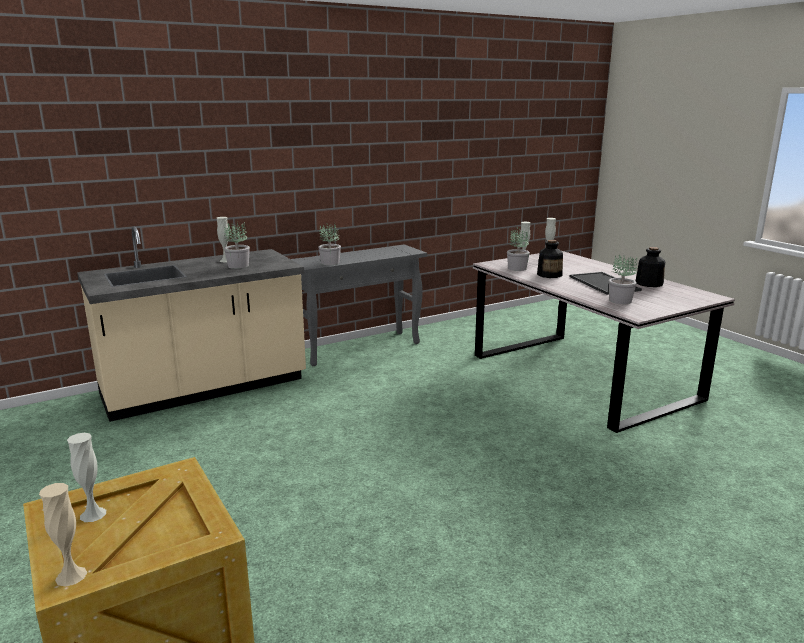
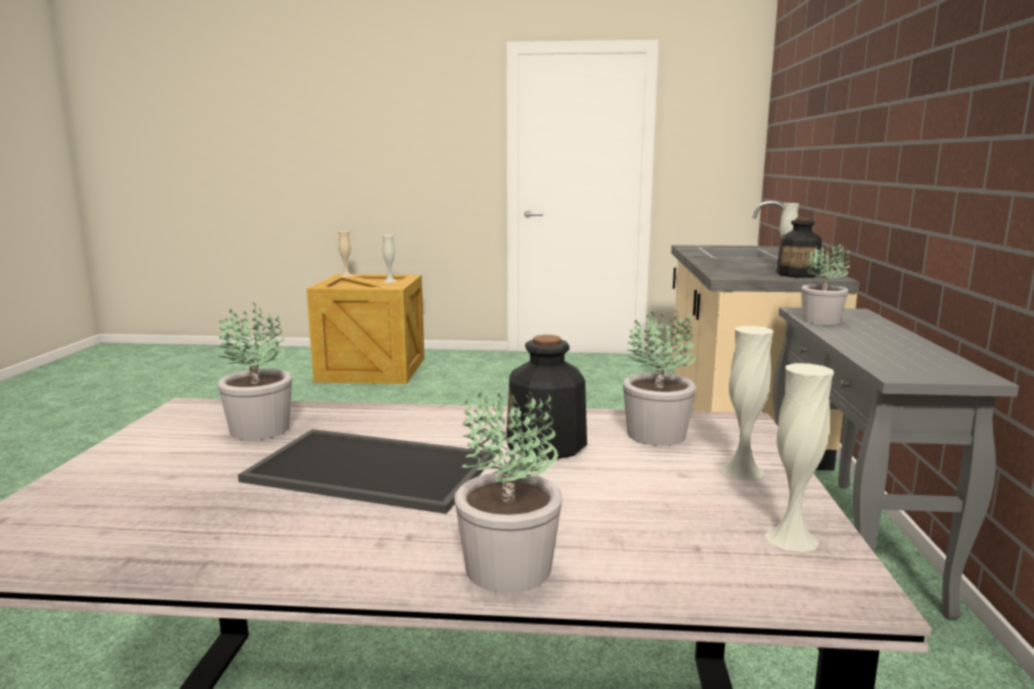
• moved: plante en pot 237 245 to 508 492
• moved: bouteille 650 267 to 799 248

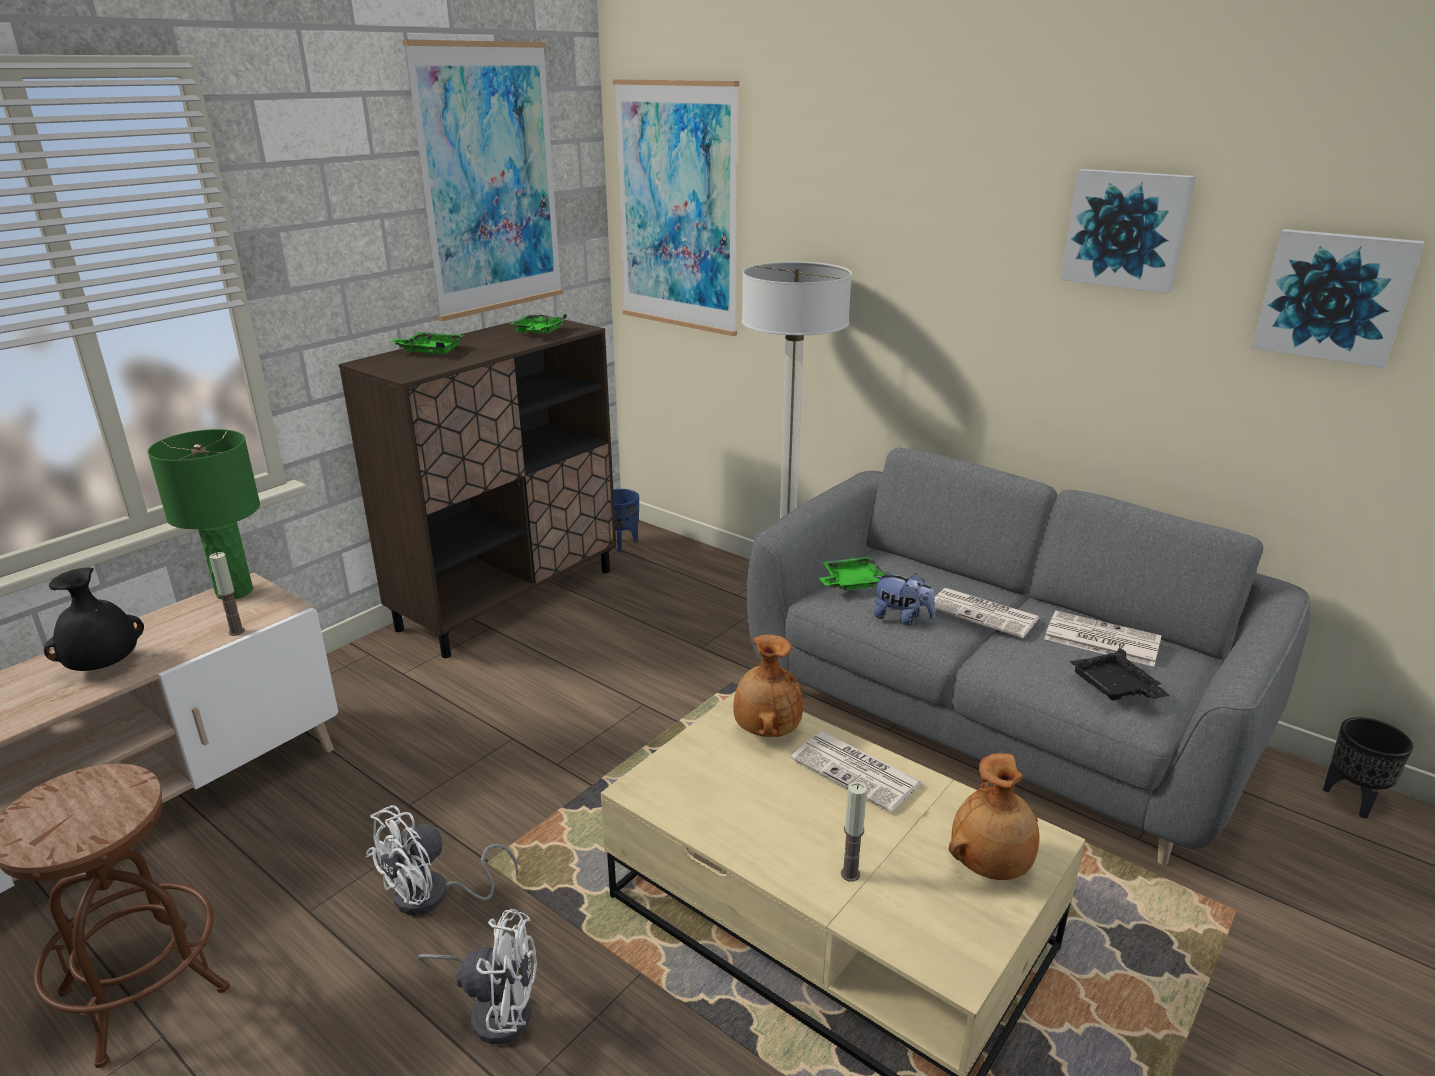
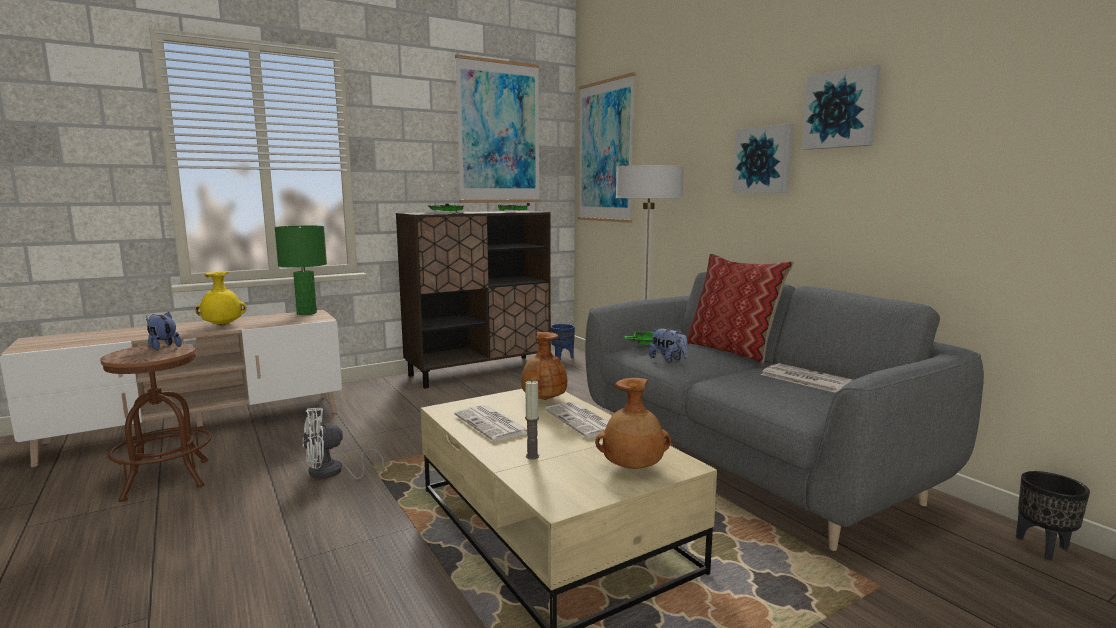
• moved: tableau 1338 298 to 762 158
• removed: bougie 227 594
• recoloured: vase [noir] 94 619 to vase [jaune] 221 299
• moved: journal 987 613 to 490 423
• removed: plateau [noir] 1119 673
• removed: ventilateur [blanc] 477 976
• added: coussin 740 309
• added: peluche 164 331

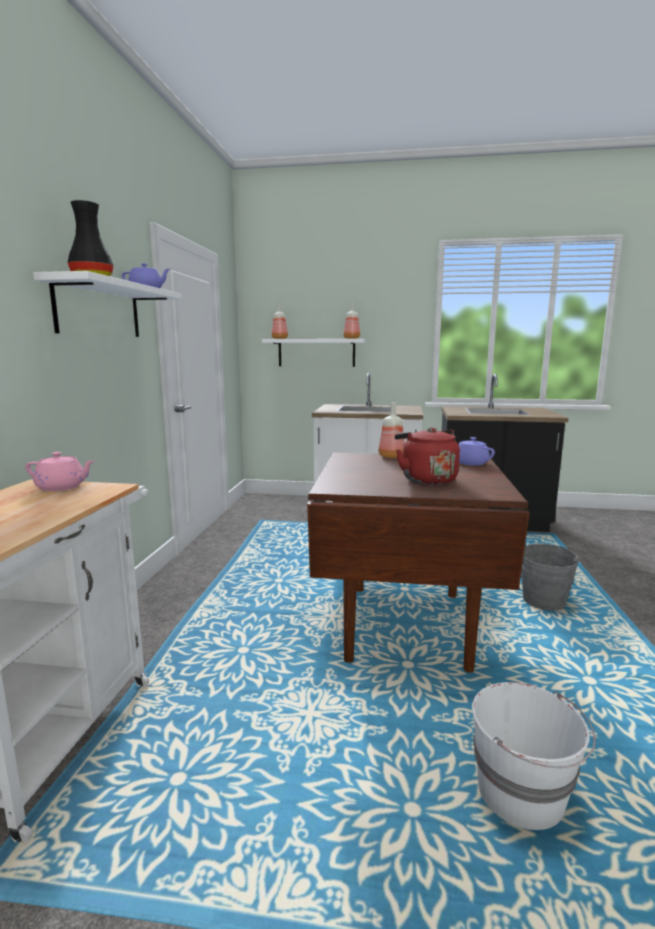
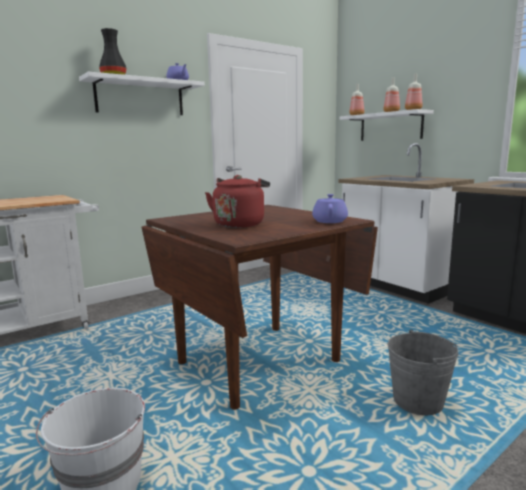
• moved: bouteille 392 430 to 391 94
• removed: théière [rose] 59 471

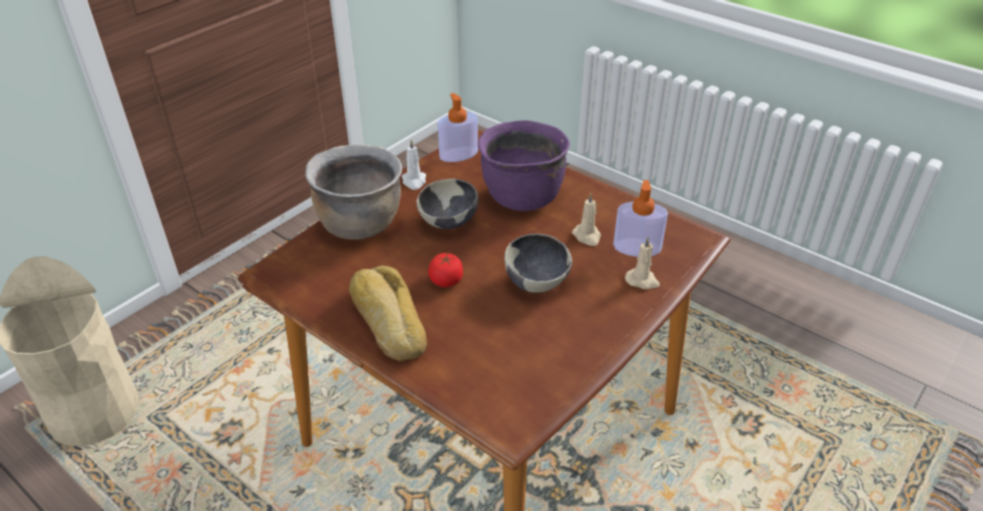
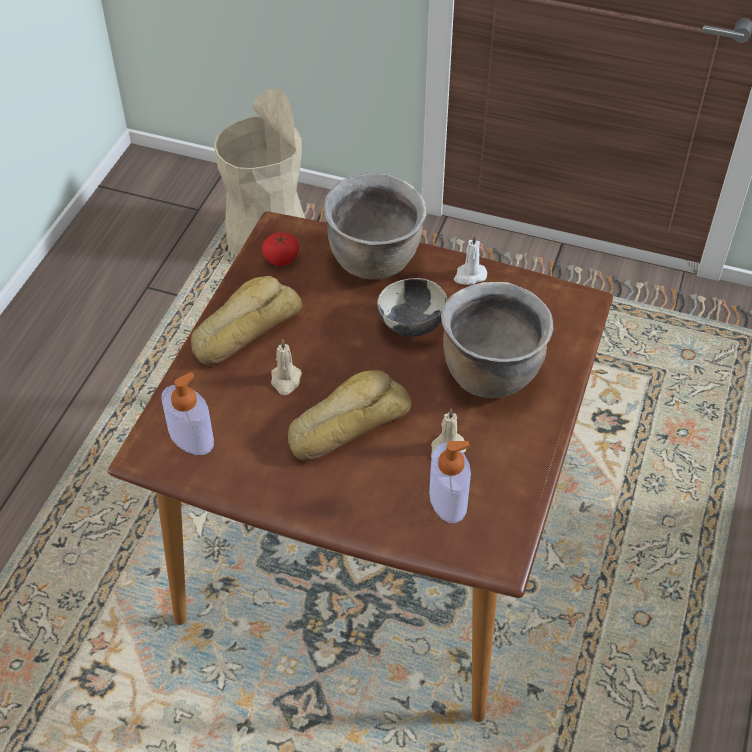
• moved: distributeur de savon 458 127 to 188 413
• recoloured: marmite [violet] 524 165 to marmite [marron] 497 340
• replaced: bol 538 263 to pain 350 415
• moved: bougie [beige] 642 262 to 286 367
• moved: tomate 445 270 to 280 249

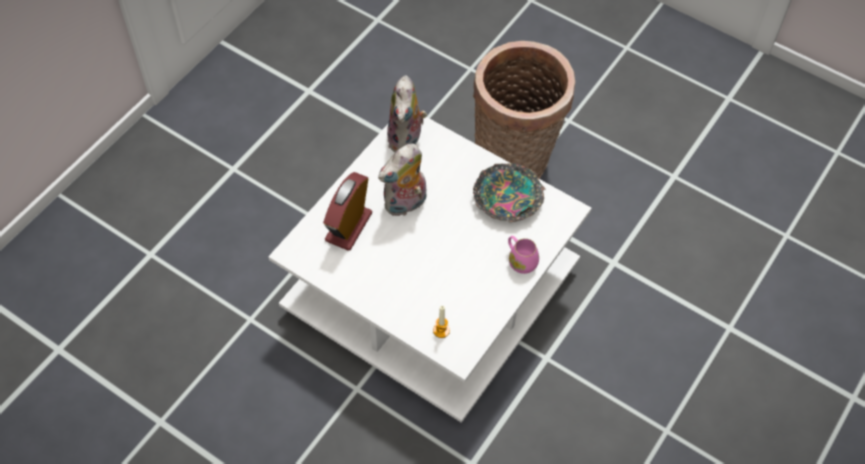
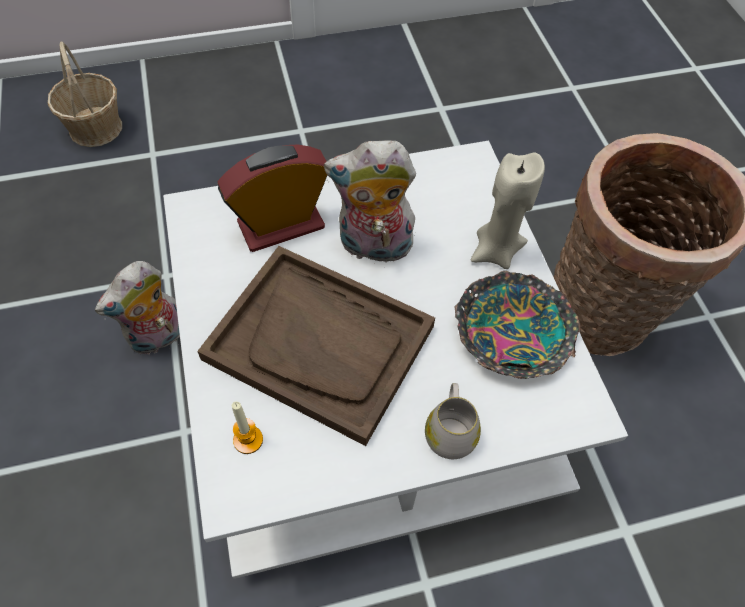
• moved: peluche 407 113 to 137 307
• recoloured: mug [rose] 523 255 to mug [blanc] 453 421
• added: panier 85 94
• added: bougie [beige] 508 211
• added: plateau [marron] 316 346

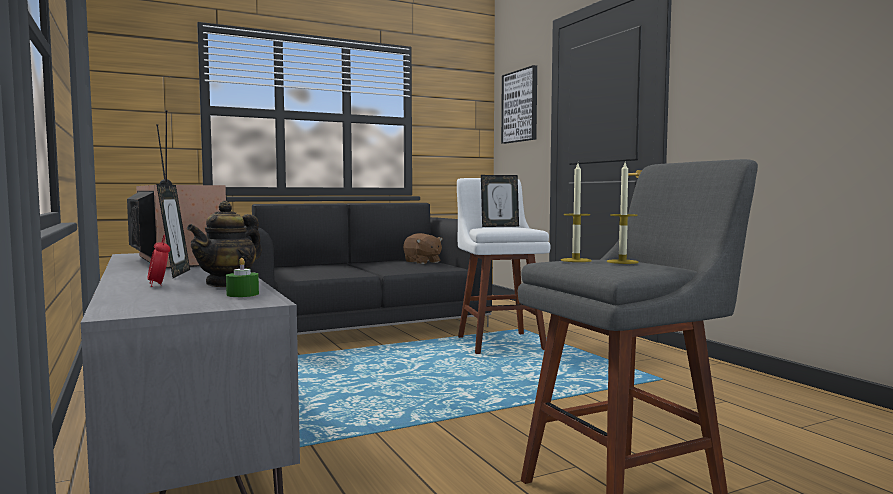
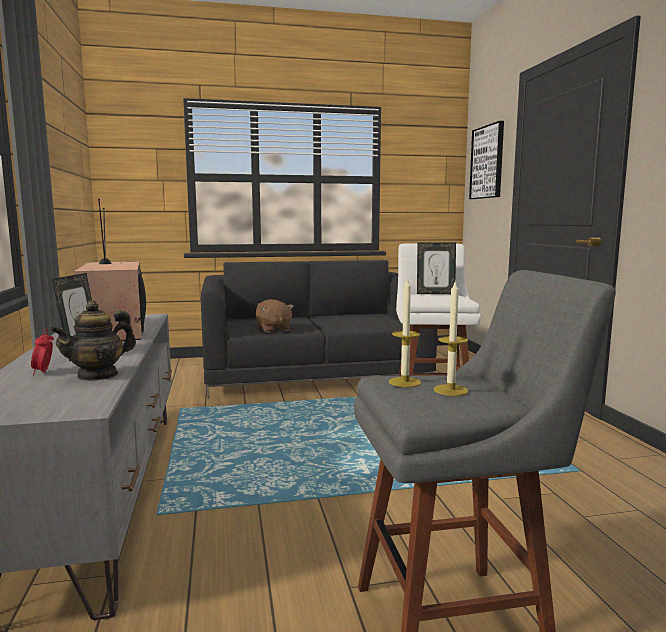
• moved: peluche [marron] 423 248 to 275 316
• removed: bougie [vert] 242 277

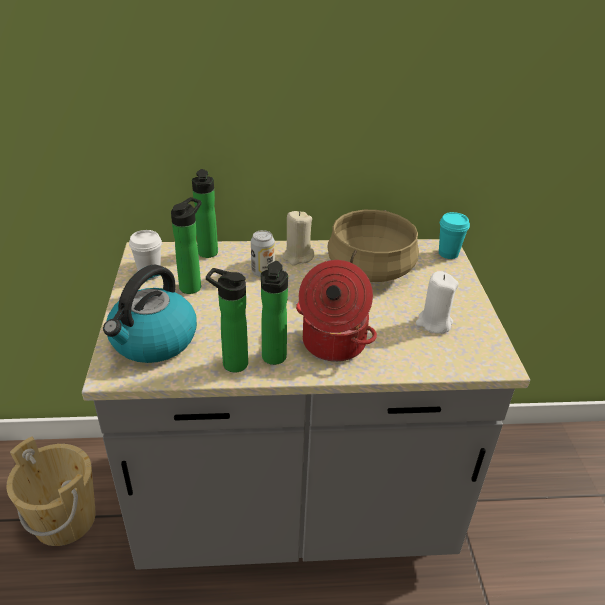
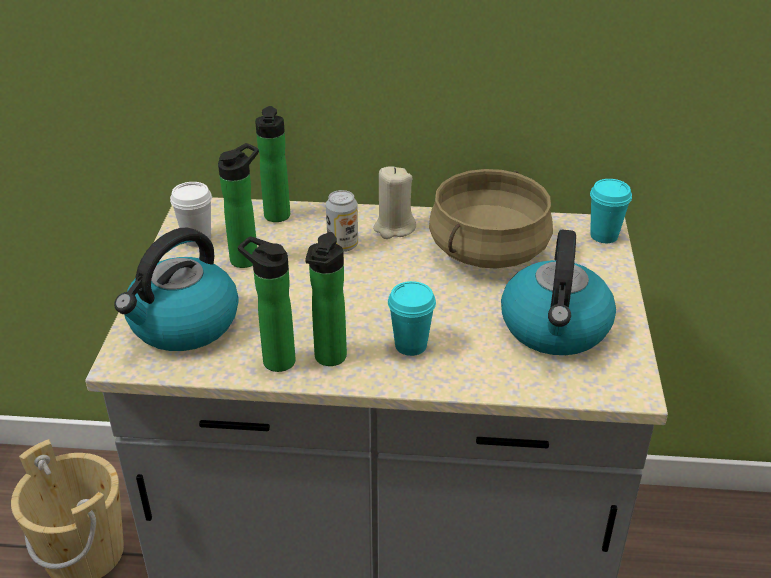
• replaced: marmite 336 311 to tasse [turquoise] 412 318
• replaced: bougie [blanc] 437 302 to bouilloire 558 292

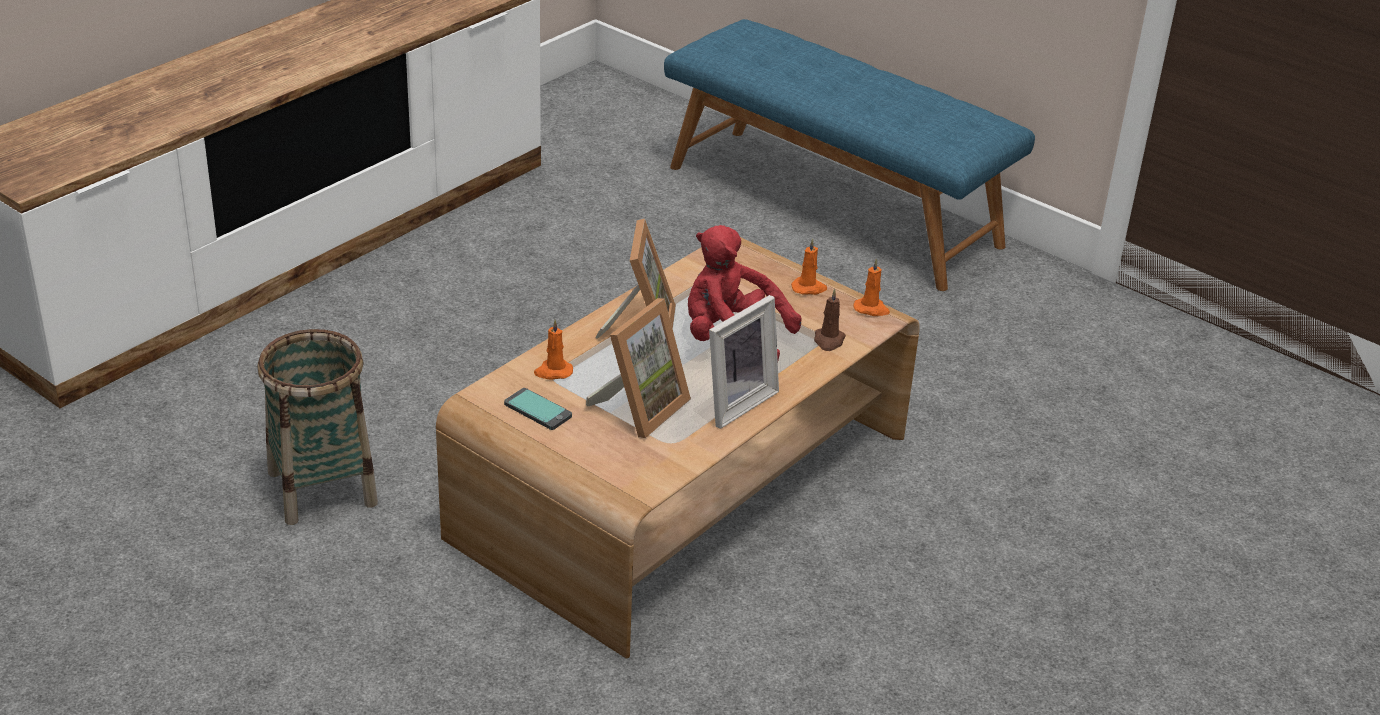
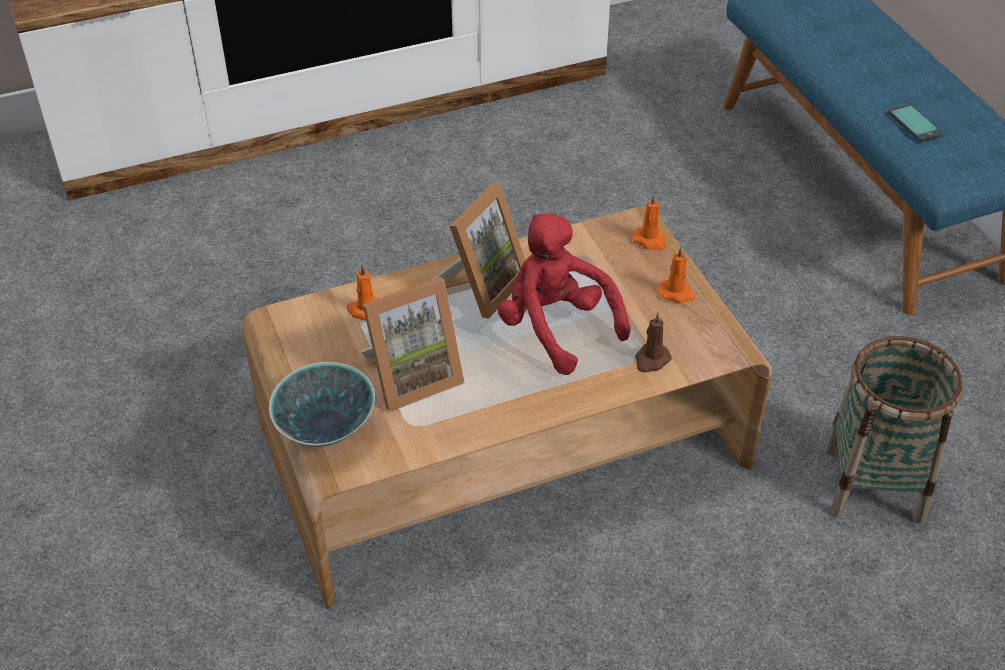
• moved: bougie [orange] 871 287 to 649 222
• removed: cadre photo 744 362
• moved: panier 318 427 to 893 430
• moved: téléphone 538 409 to 915 123
• added: bol 322 404

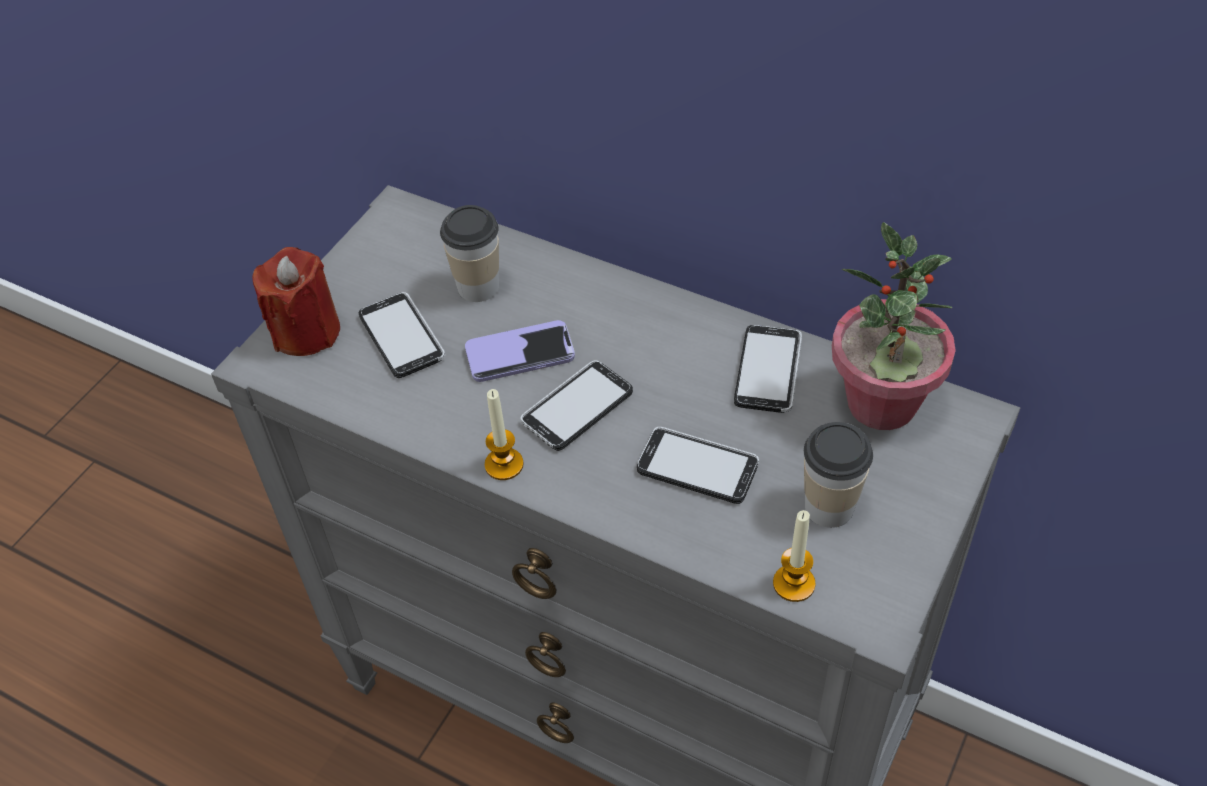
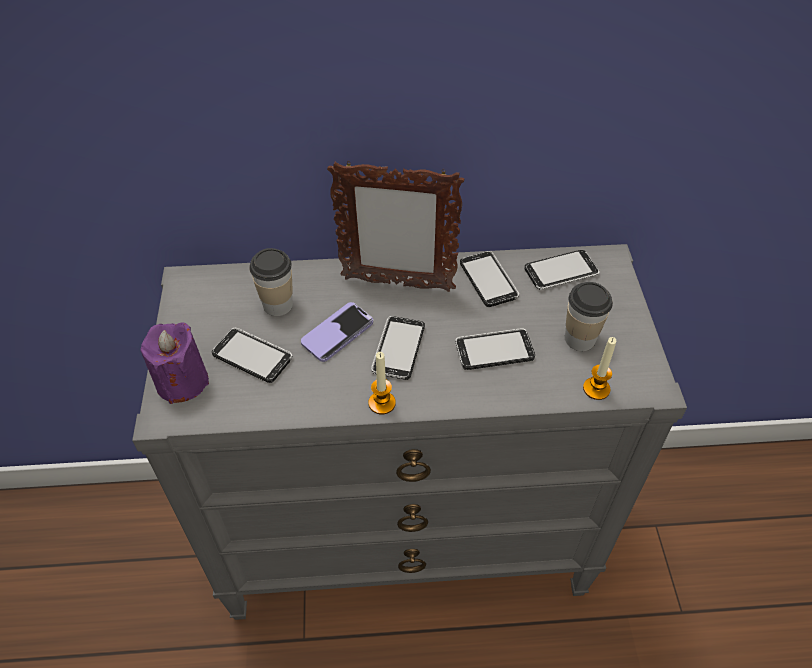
• replaced: plante en pot 894 326 to téléphone 562 270
• recoloured: bougie [rouge] 296 301 to bougie [violet] 174 363
• added: cadre photo 395 227

